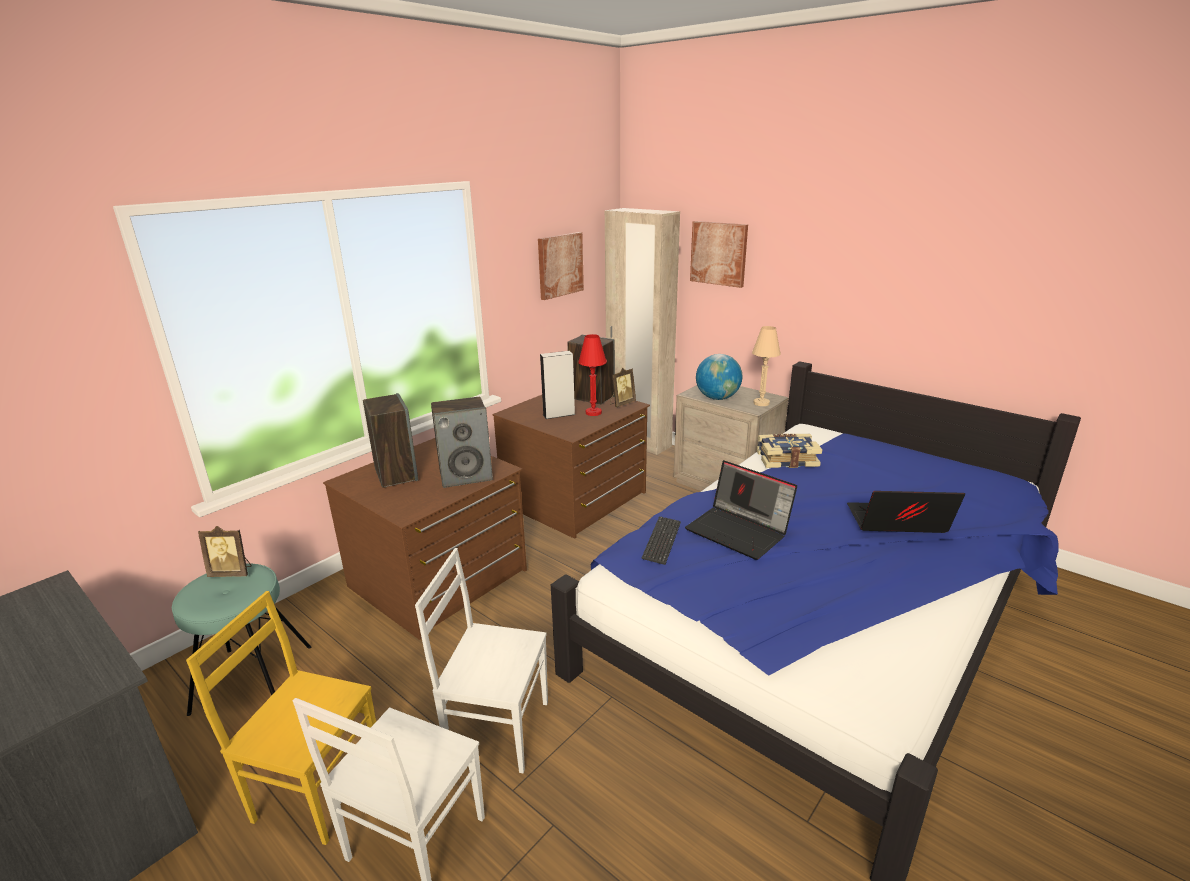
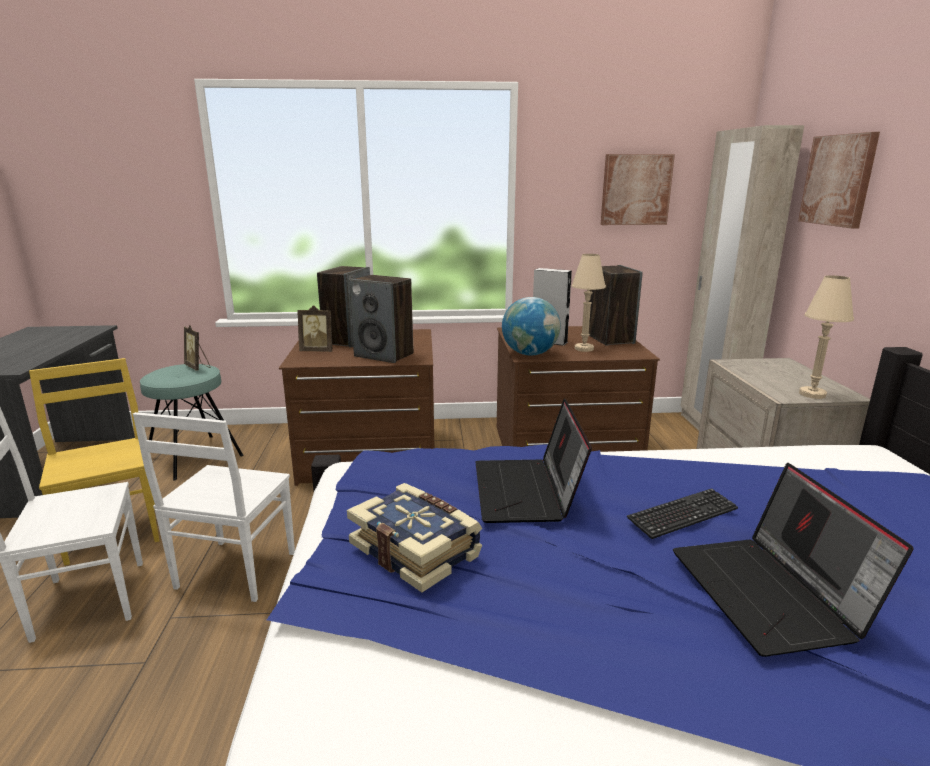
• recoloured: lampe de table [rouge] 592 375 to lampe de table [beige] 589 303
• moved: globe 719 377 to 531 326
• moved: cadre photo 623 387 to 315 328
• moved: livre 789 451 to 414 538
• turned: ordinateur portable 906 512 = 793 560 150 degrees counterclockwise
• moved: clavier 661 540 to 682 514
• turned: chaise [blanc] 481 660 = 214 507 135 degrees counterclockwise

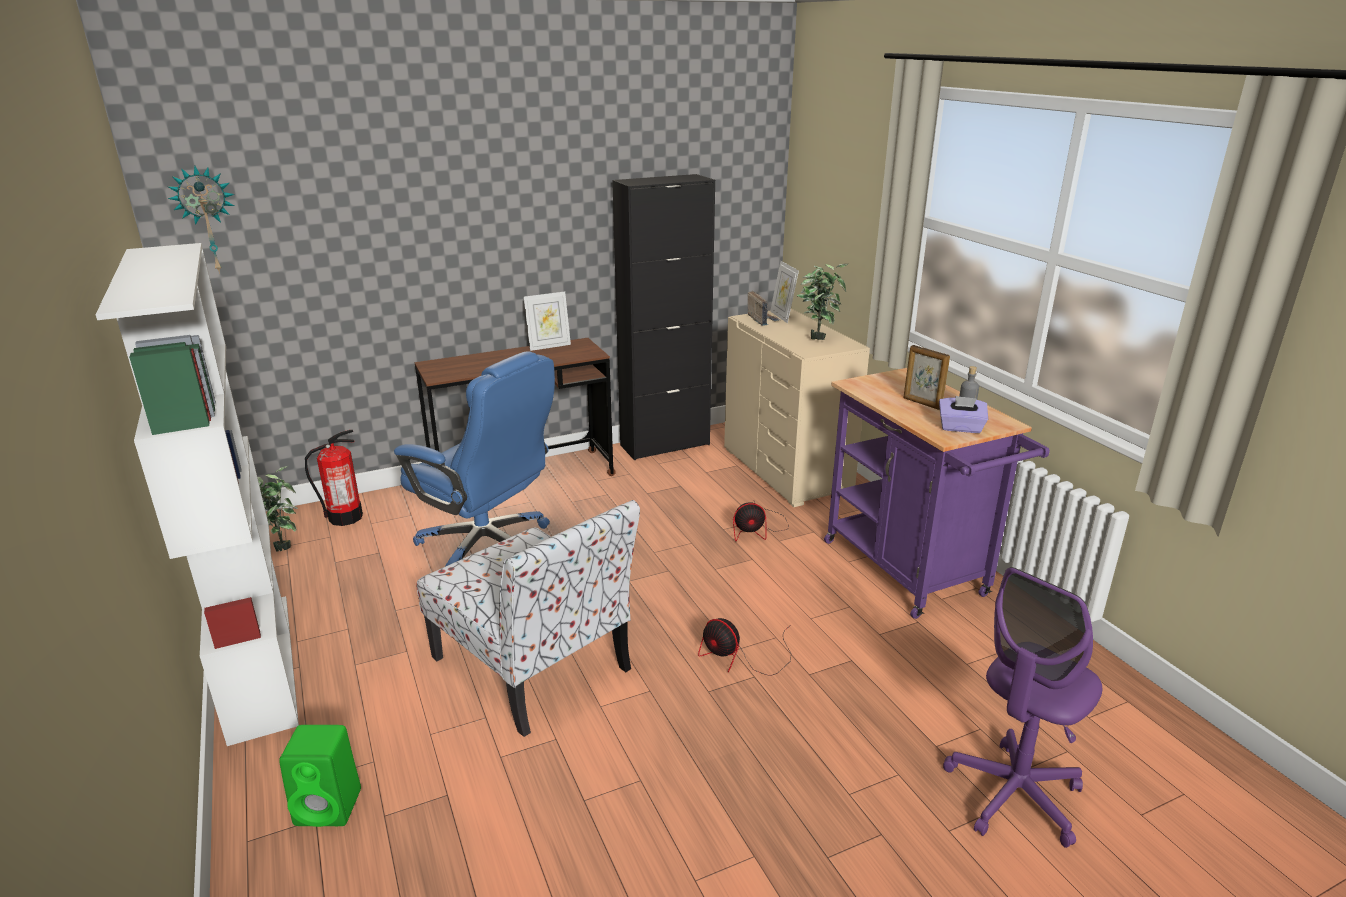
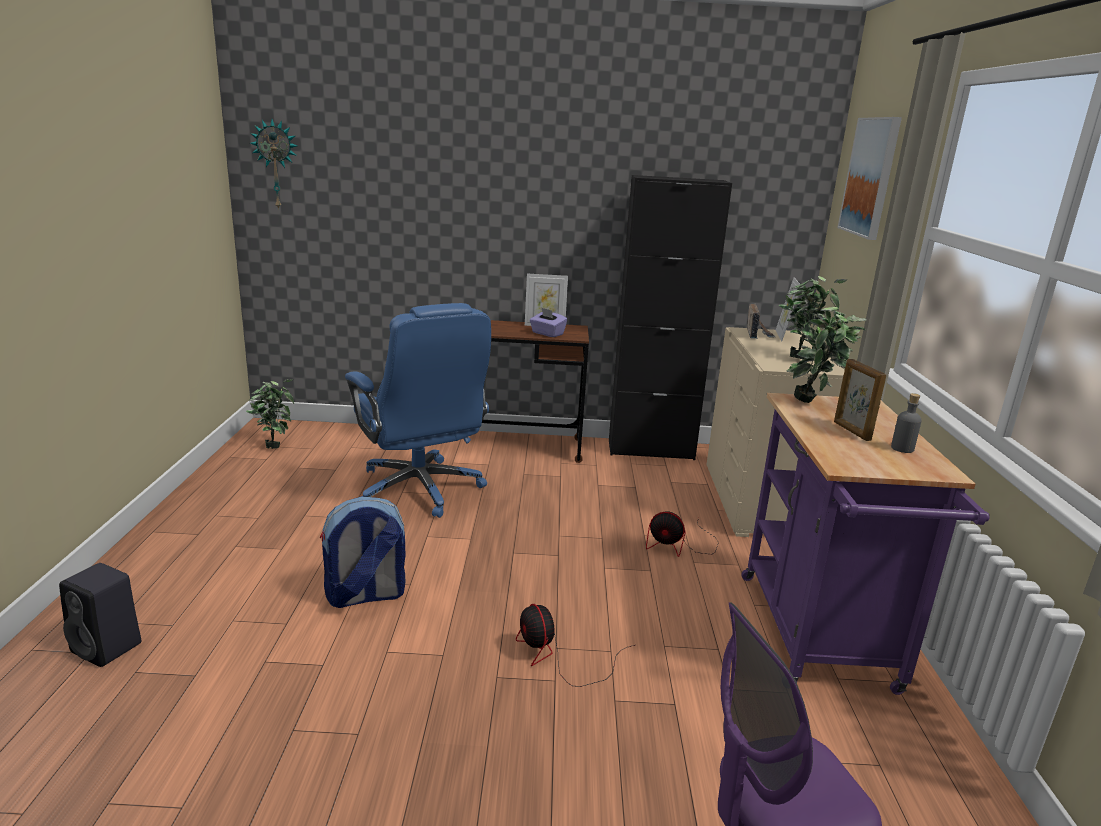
• removed: bibliothèque [blanc] 197 494
• moved: boîte à mouchoirs [violet] 963 414 to 549 322
• removed: extincteur 334 478
• replaced: chaise 528 618 to sac à dos 362 552
• recoloured: enceinte [vert] 320 776 to enceinte [noir] 100 615
• added: tableau 869 178
• added: plante en pot 827 355

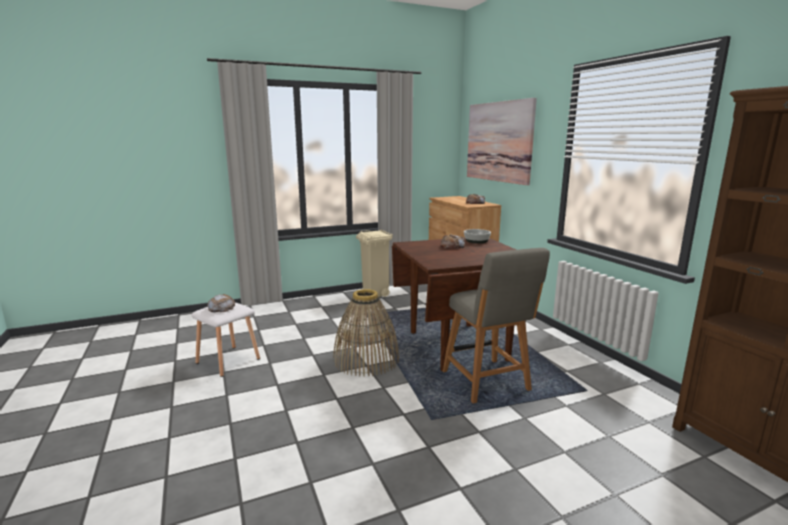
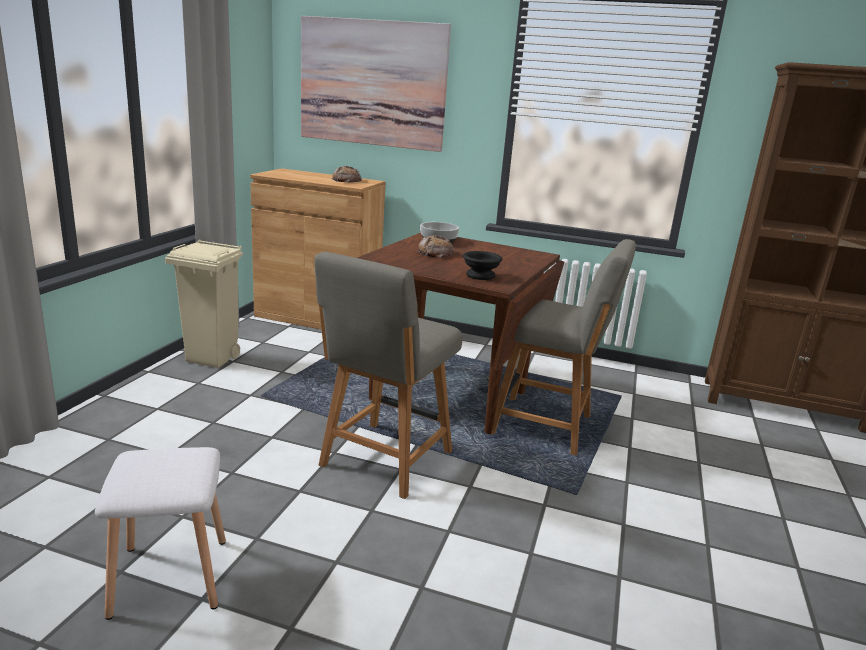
• replaced: panier 366 333 to chaise [gris] 389 375
• removed: pain 221 303
• added: bol [noir] 483 265

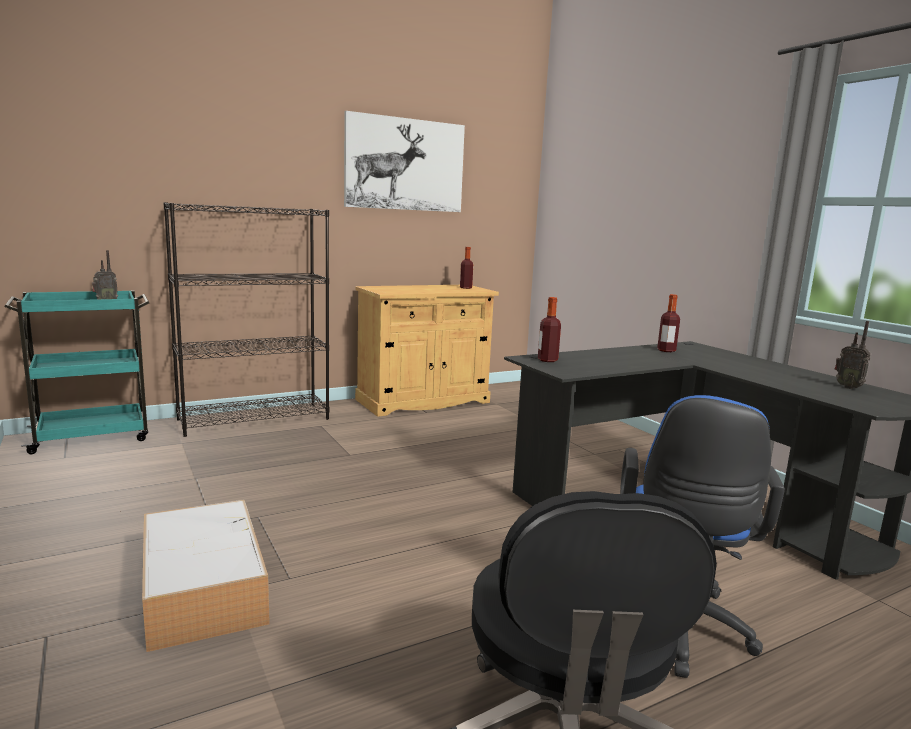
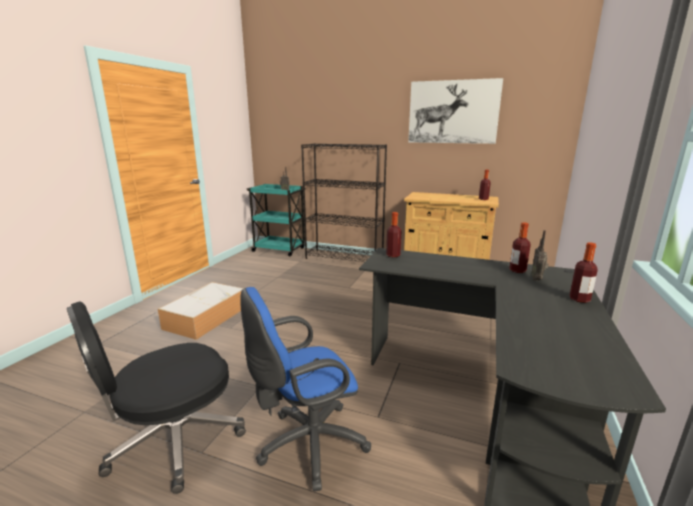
• moved: radio 852 355 to 540 255
• added: bouteille 584 272

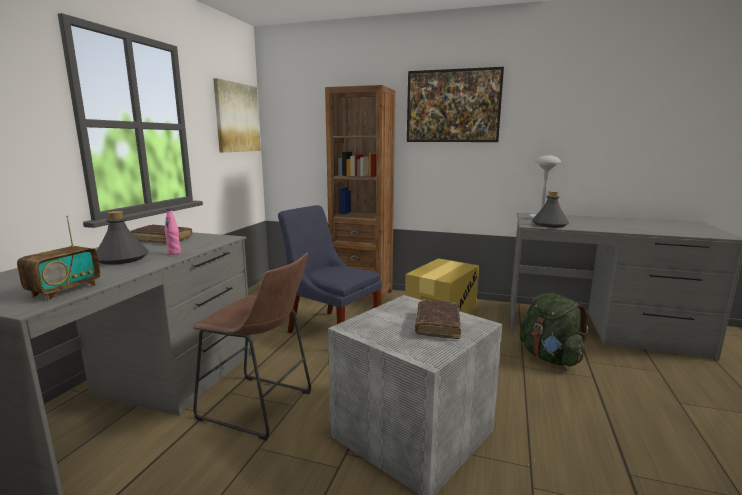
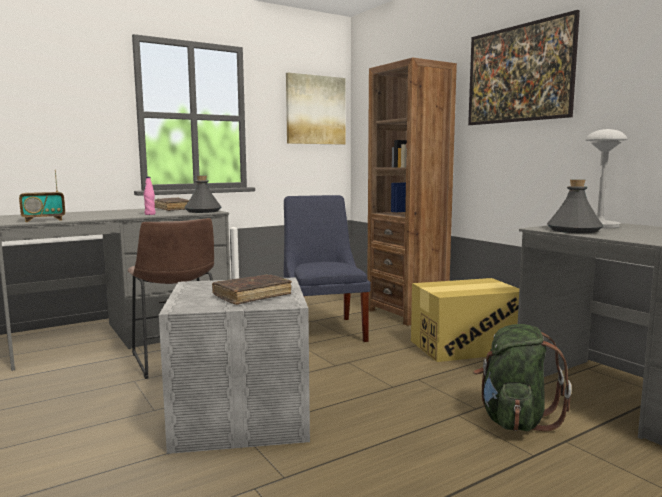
• moved: bouteille [gris] 122 238 to 202 194

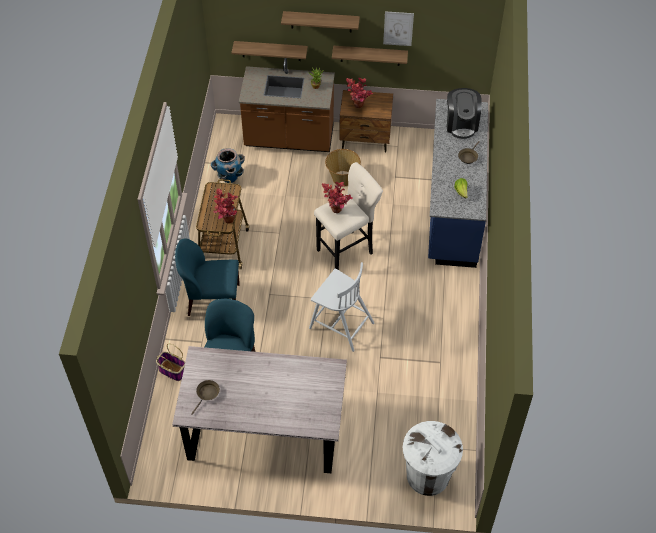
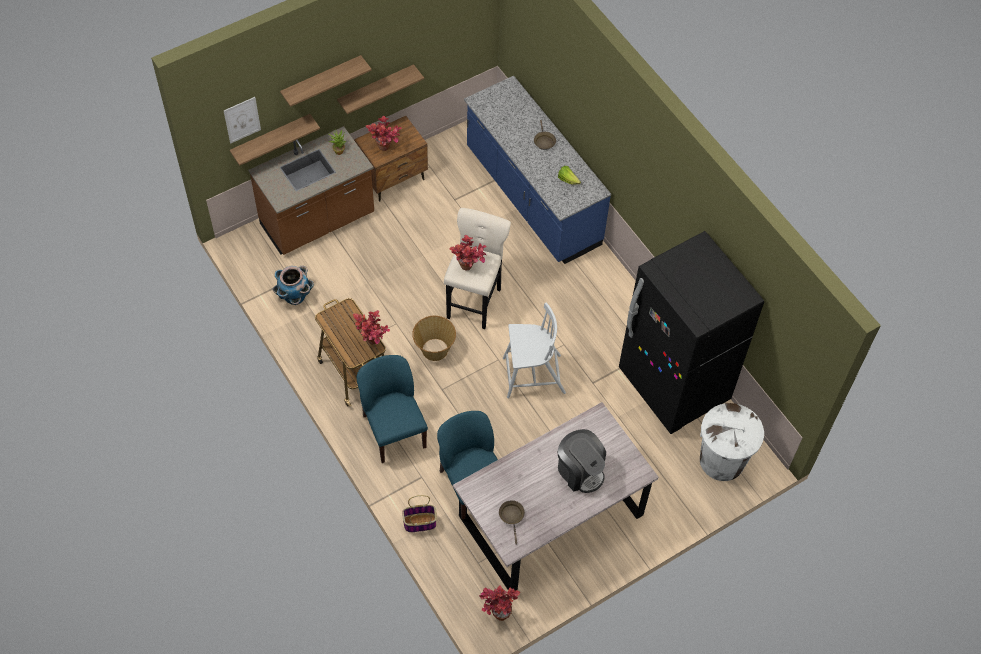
• moved: tableau 398 28 to 242 120
• moved: machine à café 464 113 to 582 461
• moved: panier 343 168 to 434 338
• turned: chaise [bleu] 207 277 = 392 409 105 degrees clockwise
• added: réfrigérateur [noir] 691 332
• added: plante en pot 499 603

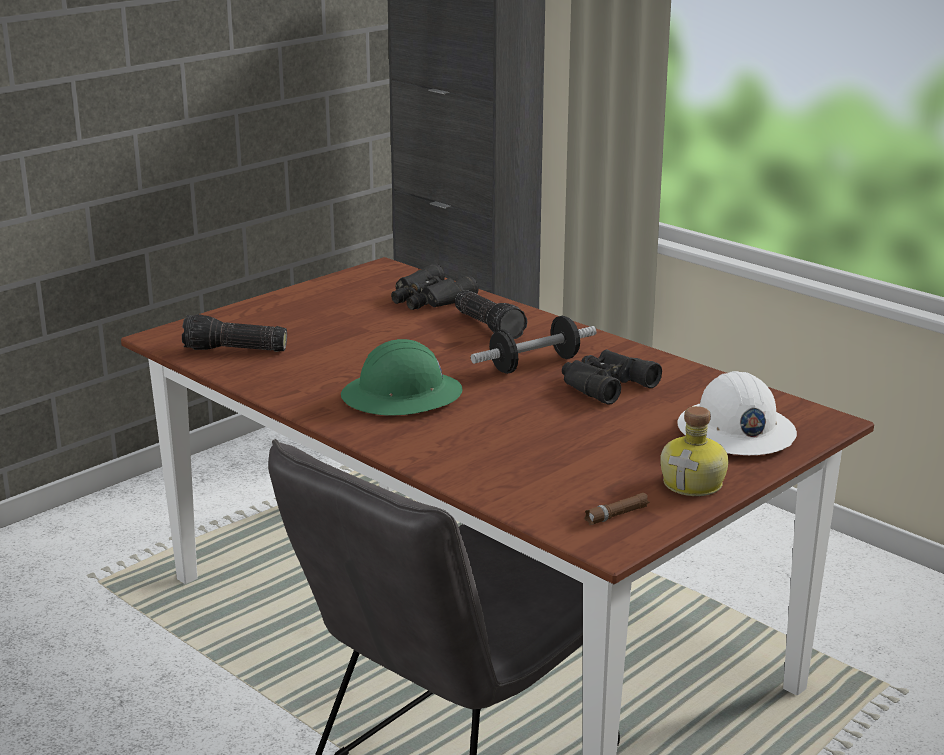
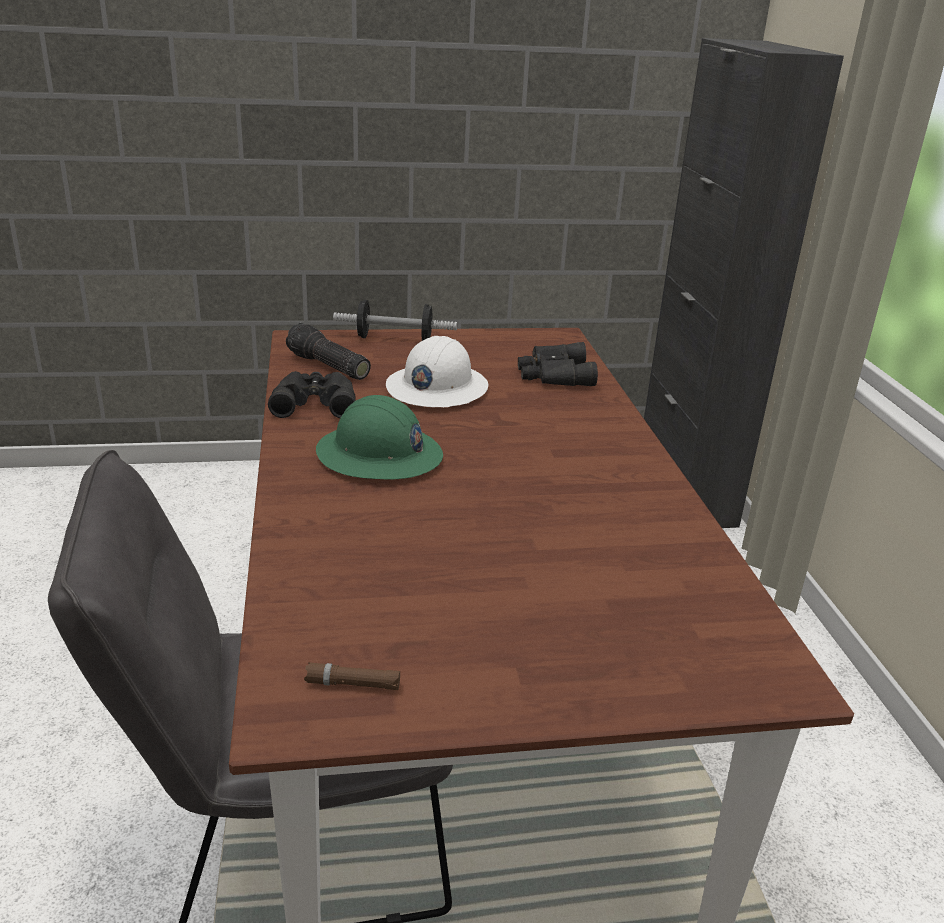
• removed: lampe de poche 491 314
• moved: haltère 534 345 to 395 320
• moved: jumelles [noir] 612 376 to 312 394
• moved: casque de chantier [blanc] 737 413 to 437 371
• removed: bouteille 694 451

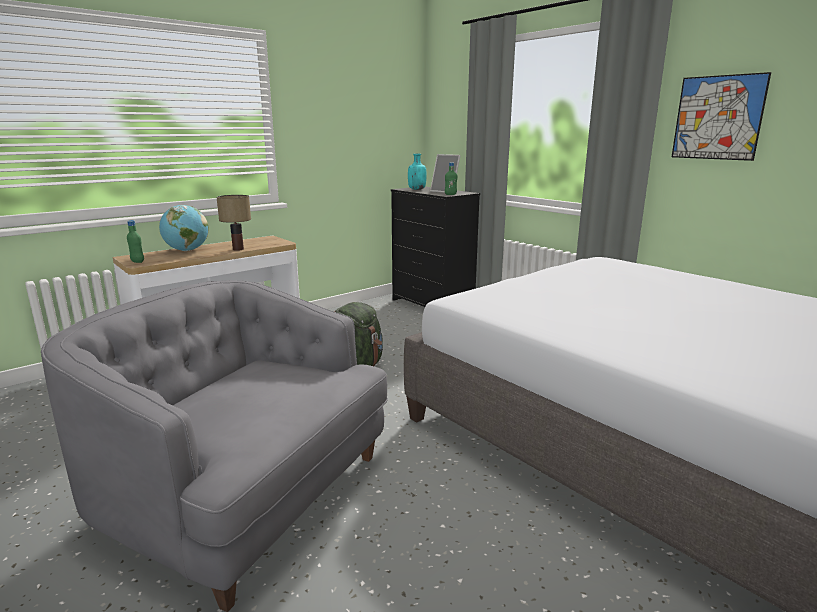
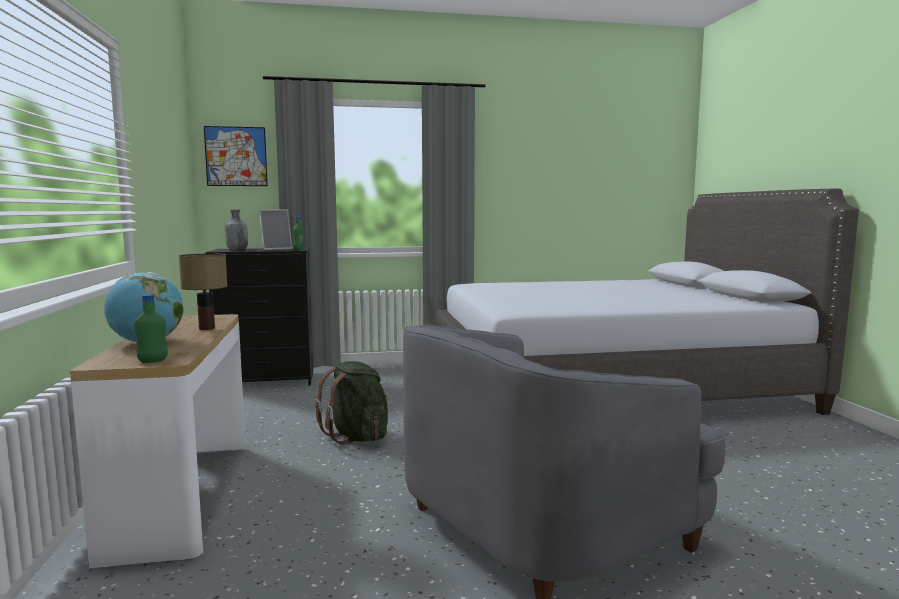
• moved: tableau 721 116 to 236 156
• recoloured: bouteille [turquoise] 417 172 to bouteille [gris] 236 229

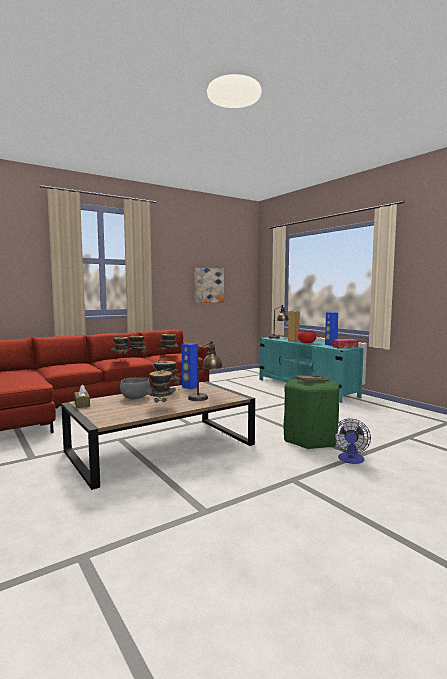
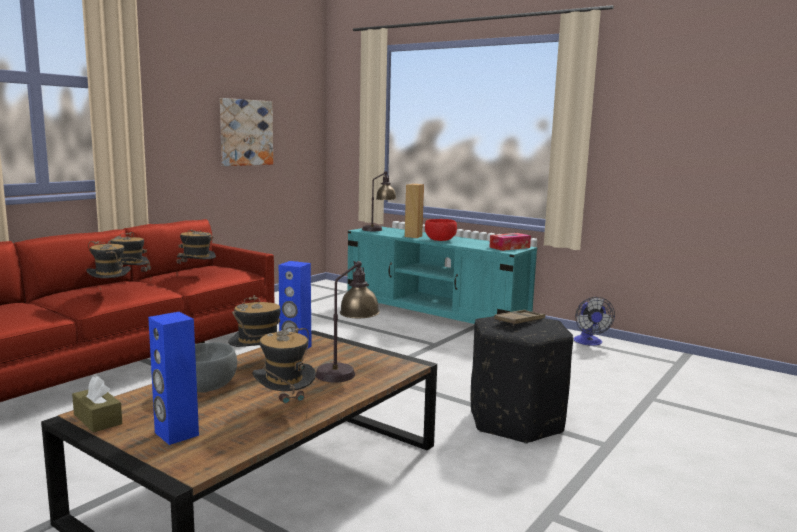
• moved: enceinte [bleu] 331 329 to 173 378
• recoloured: pouf [vert] 311 414 to pouf [noir] 522 380
• moved: ventilateur 352 441 to 594 321

